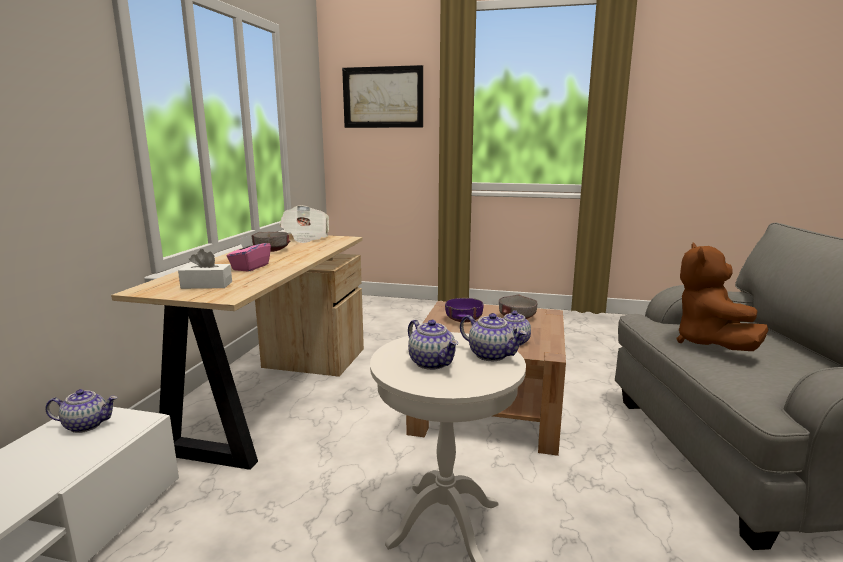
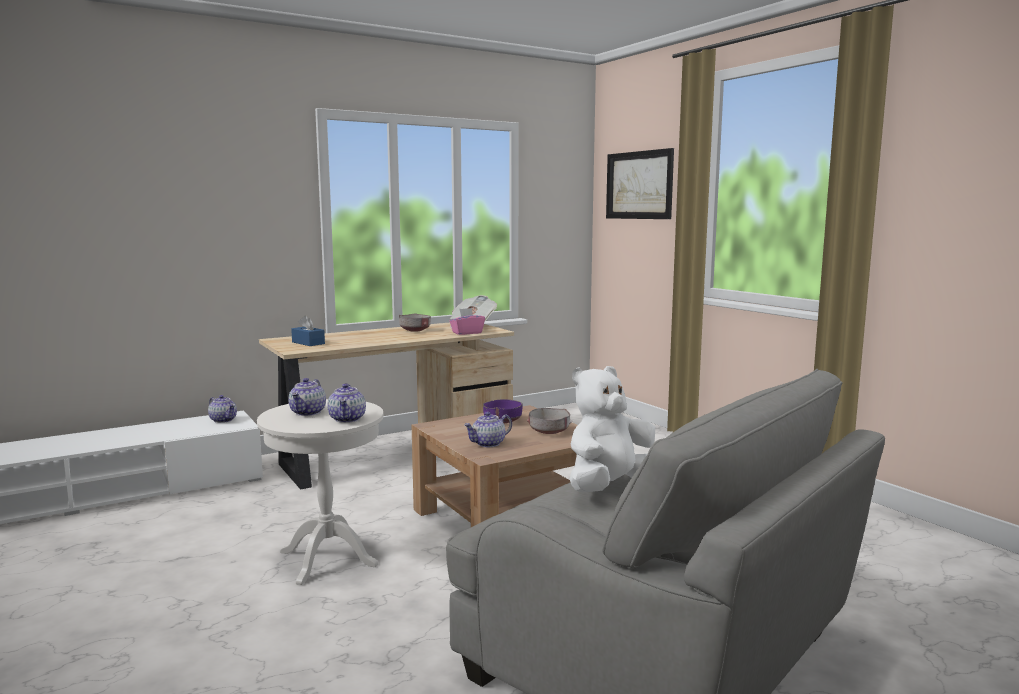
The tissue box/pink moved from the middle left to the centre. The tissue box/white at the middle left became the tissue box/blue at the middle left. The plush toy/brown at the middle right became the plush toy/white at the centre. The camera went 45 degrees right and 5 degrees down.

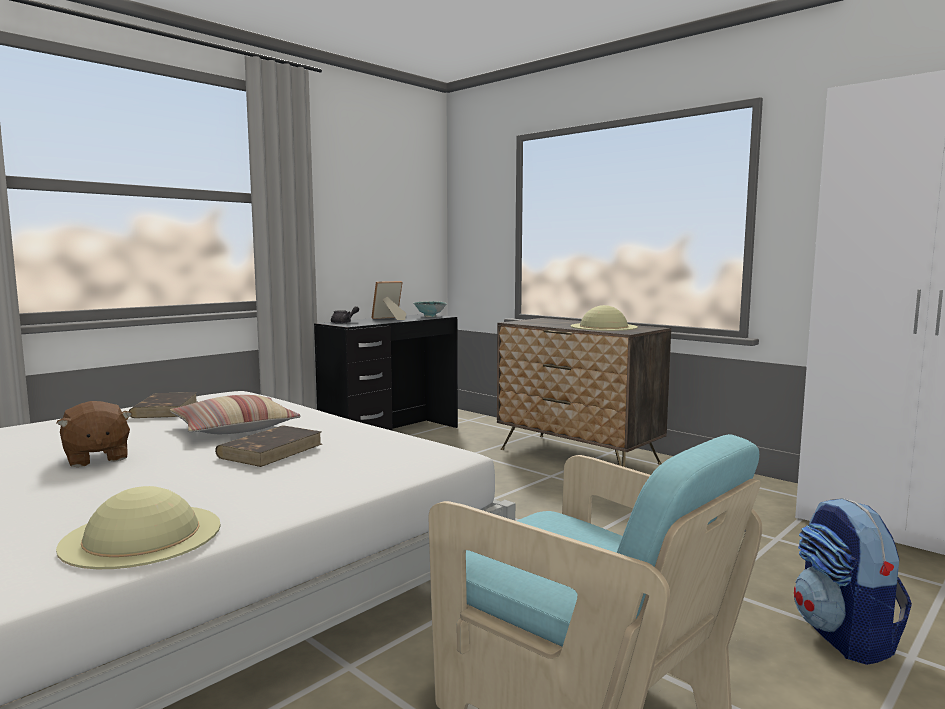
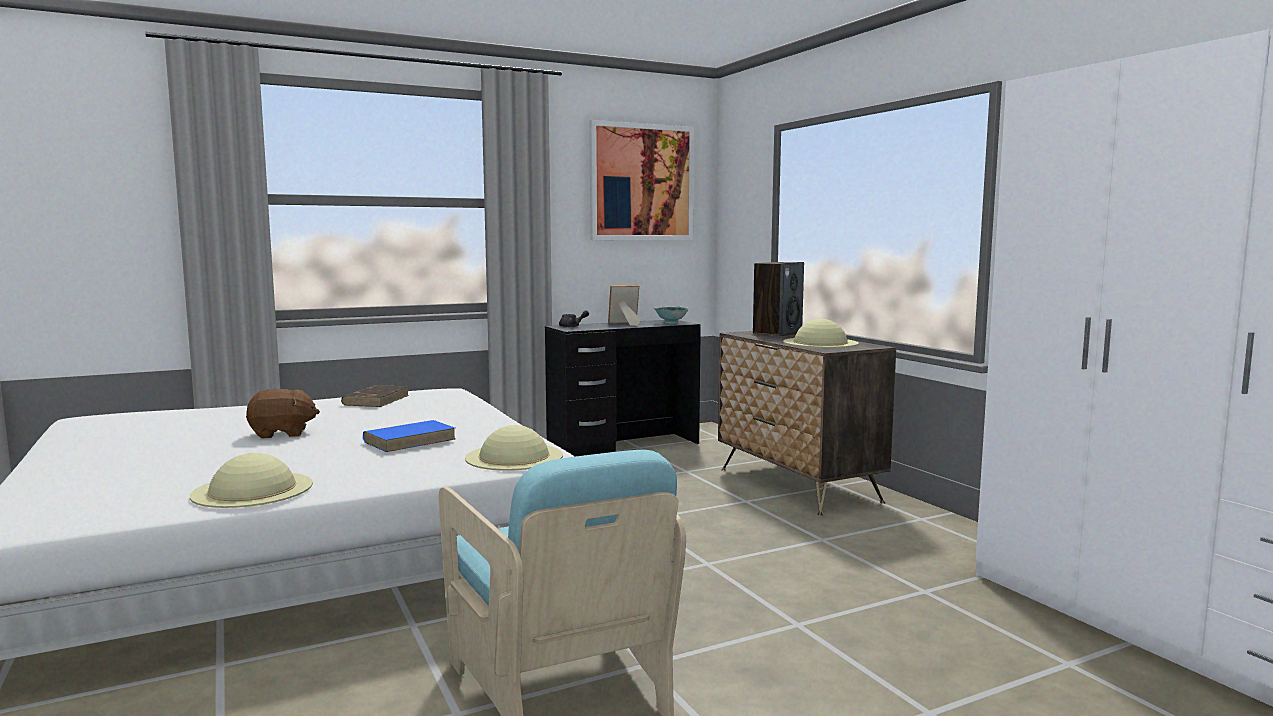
The pillow at the middle left disappeared. The backpack at the bottom right disappeared. The hat/beige (2nd from left) at the centre appeared. The picture at the top centre appeared. The speaker at the centre appeared. The book/brown (2nd from left) at the middle left became the book/blue at the middle left. The plush toy/brown at the middle left turned 90 degrees counterclockwise. The camera went 20 degrees right and 0 degrees up.

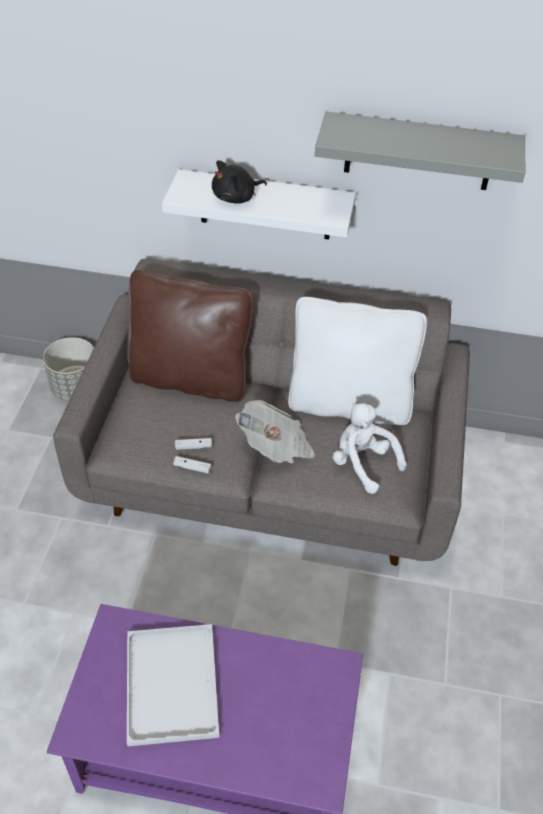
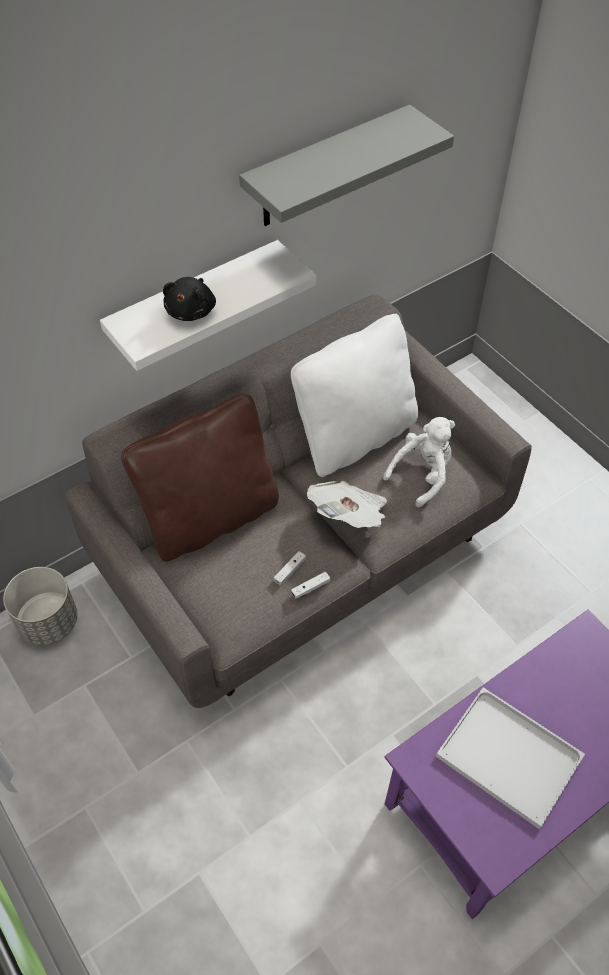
The plush toy/white at the middle right turned 135 degrees clockwise. The camera went 45 degrees left and 5 degrees up.

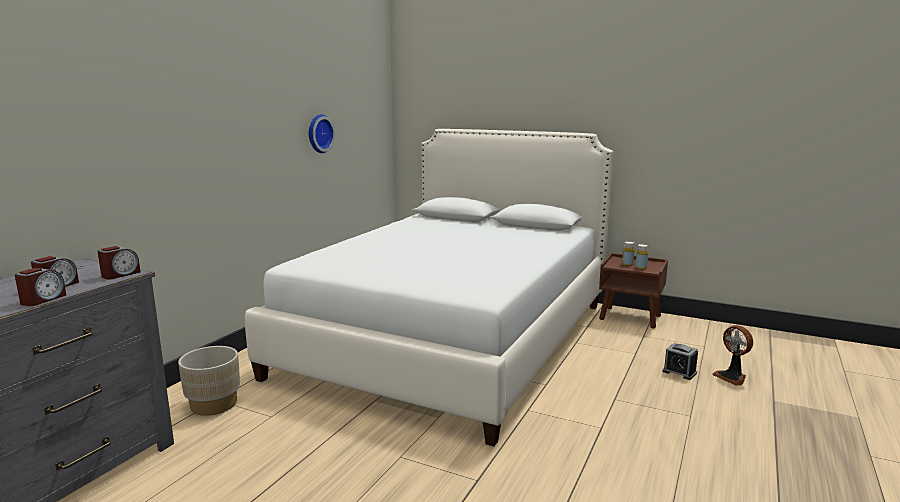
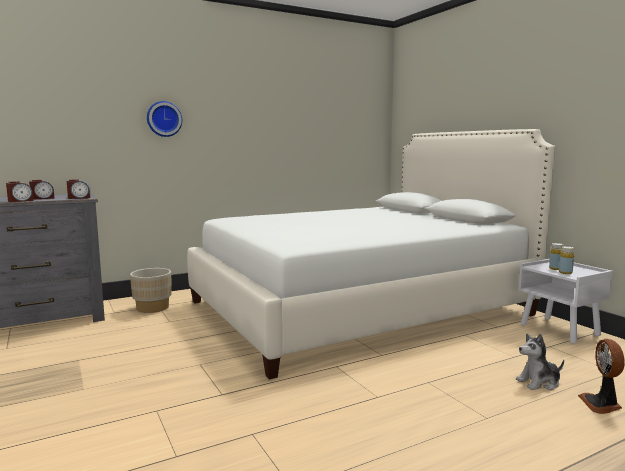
The wall clock moved from the top centre to the top left. The alarm clock (4th from left) at the bottom right was replaced by the plush toy at the bottom right. The nightstand/brown at the middle right became the nightstand/white at the middle right. The camera went 35 degrees right and 5 degrees down.

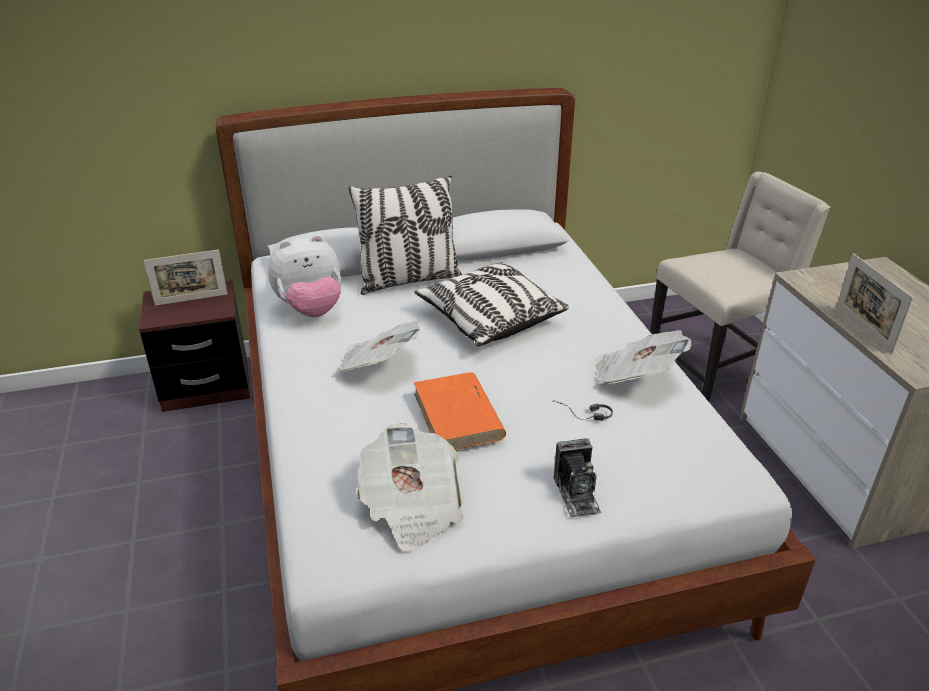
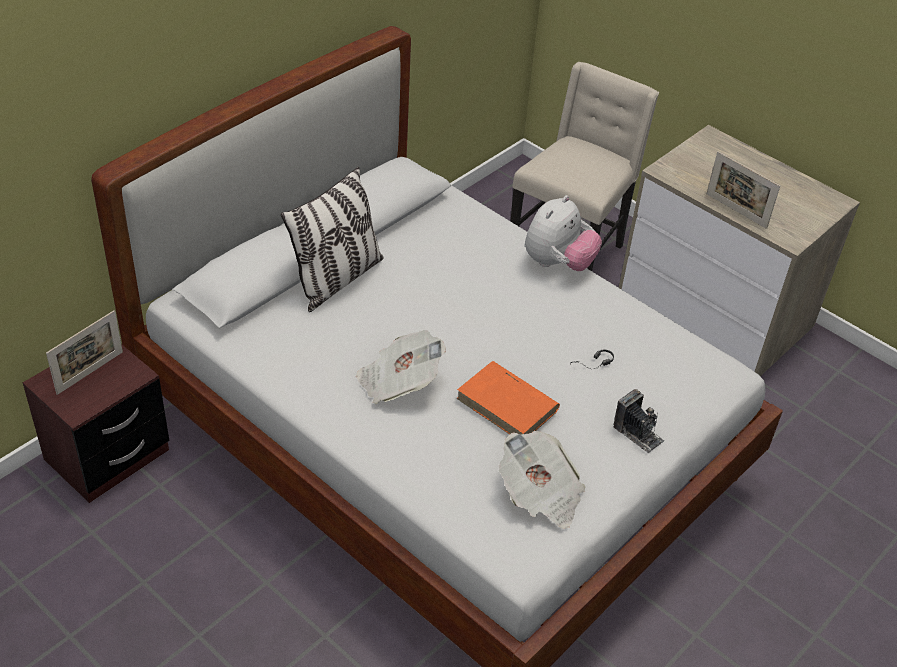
The pillow (2nd from left) at the centre disappeared. The newspaper (3rd from left) at the middle right disappeared. The plush toy moved from the middle left to the centre. The camera went 35 degrees left and 10 degrees up.

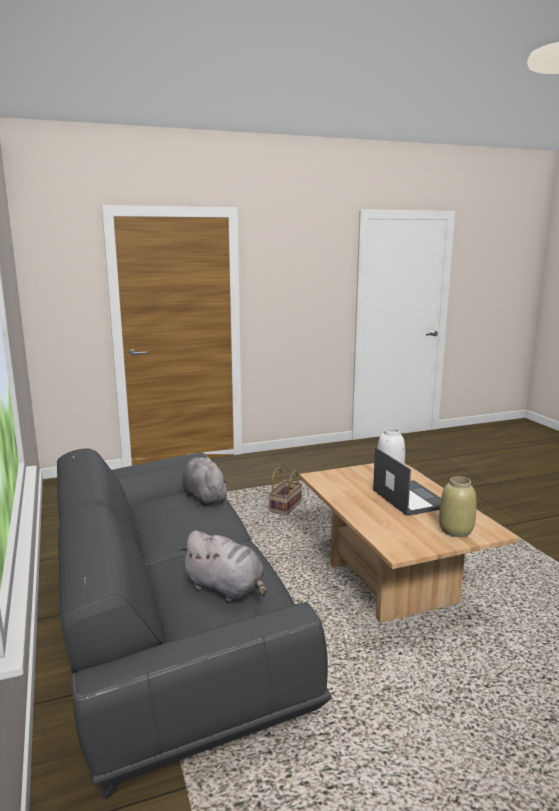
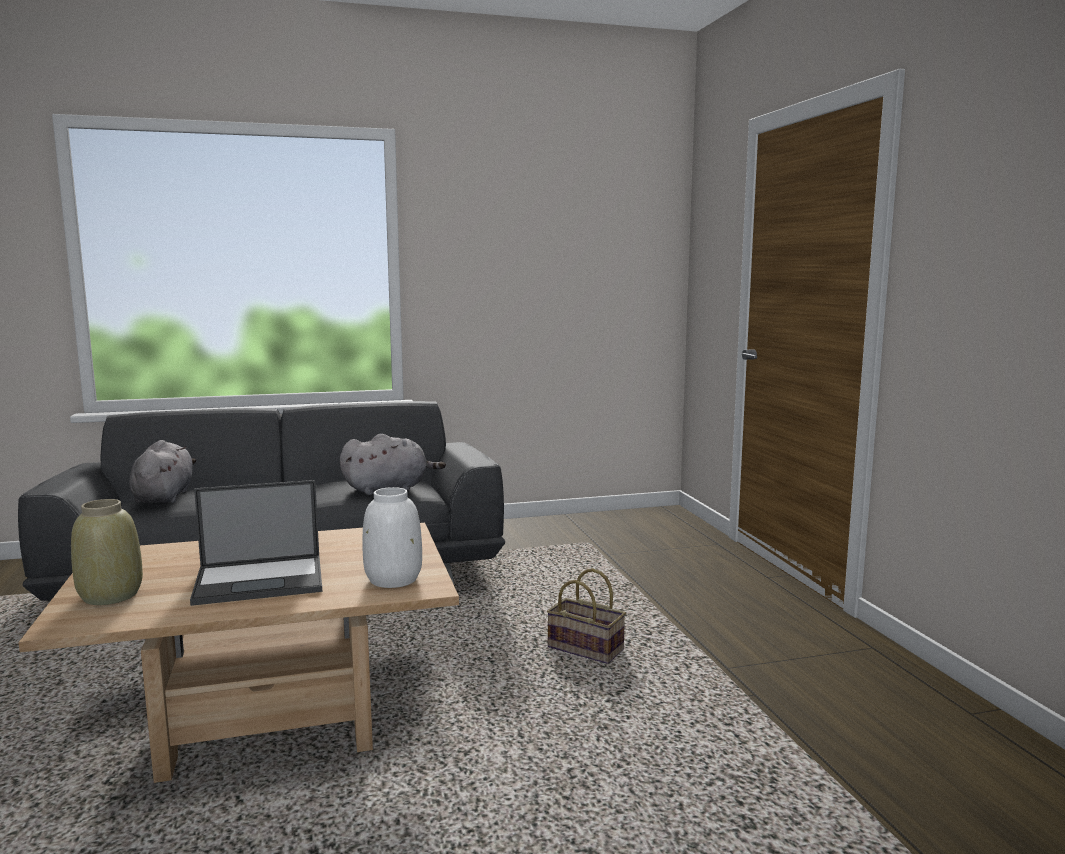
The plush toy/grey (2nd from left in the first image) at the bottom centre turned 135 degrees clockwise. The camera went 95 degrees right and 5 degrees down.

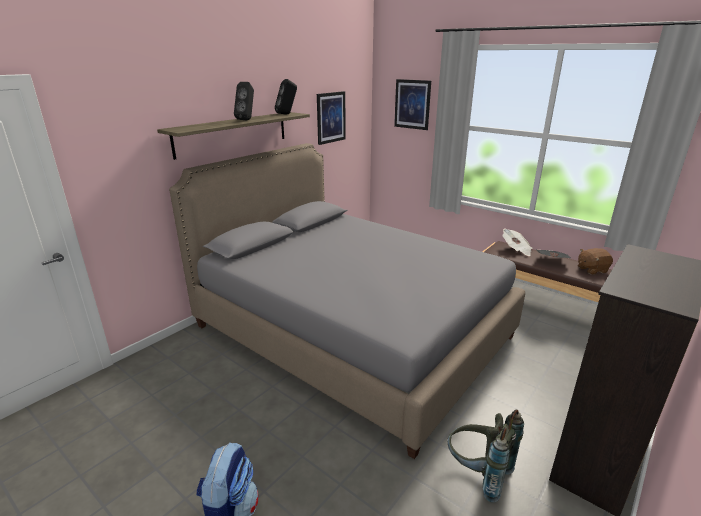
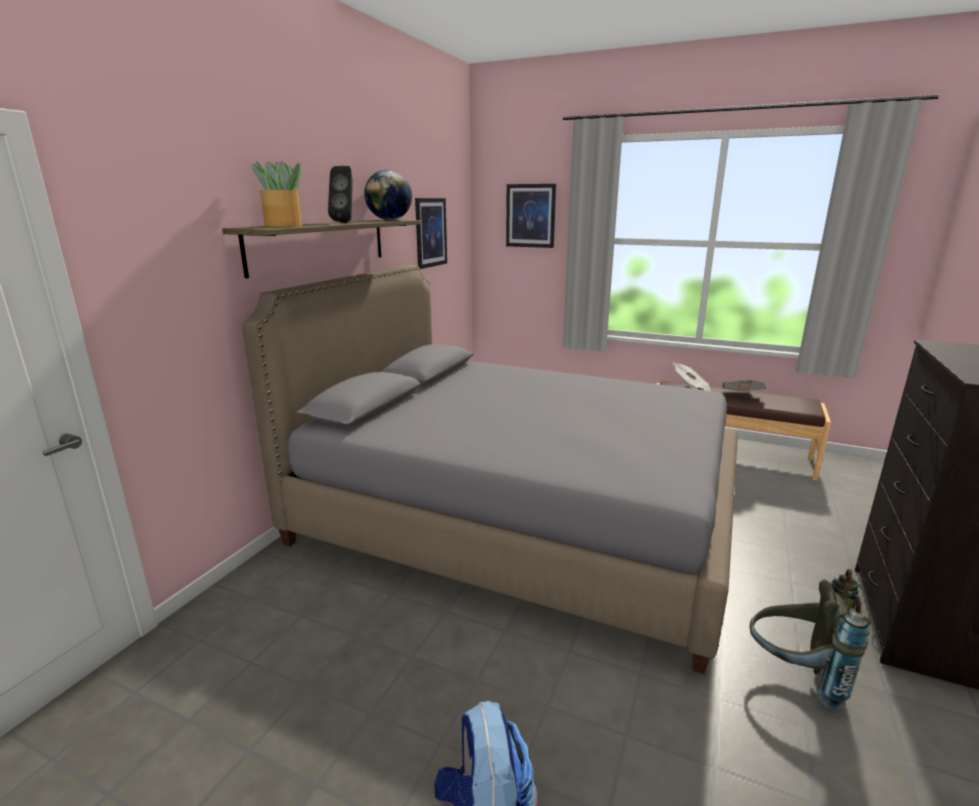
The plush toy/brown at the middle right disappeared. The potted plant at the top left appeared. The speaker/black (2nd from left) at the top centre was replaced by the globe at the top centre. The camera went 15 degrees left and 5 degrees down.

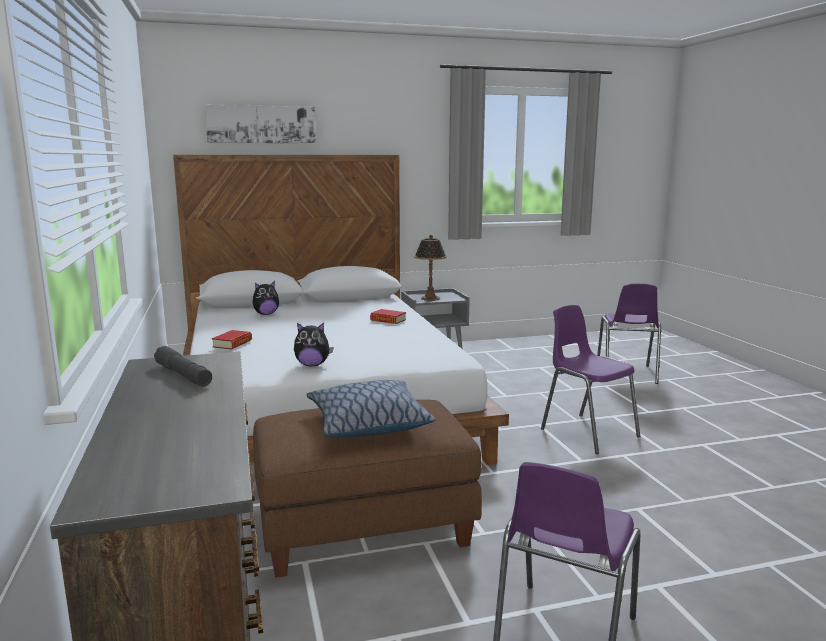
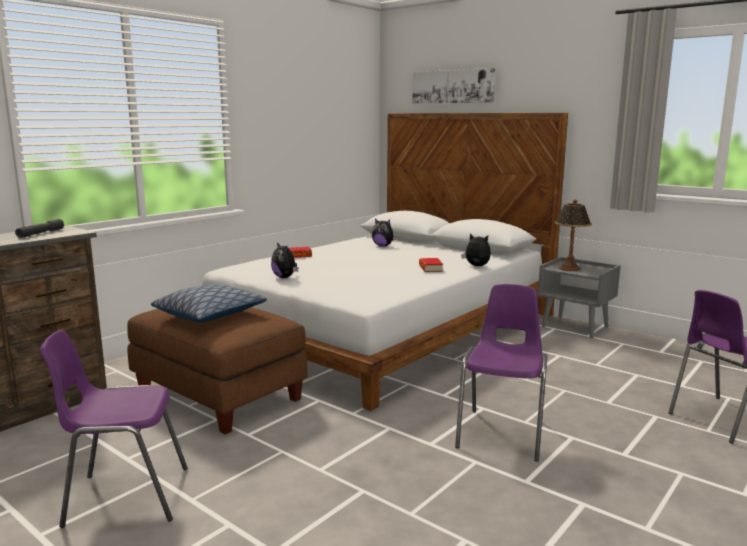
The plush toy (3rd from left) at the centre appeared. The camera went 55 degrees right and 0 degrees up.

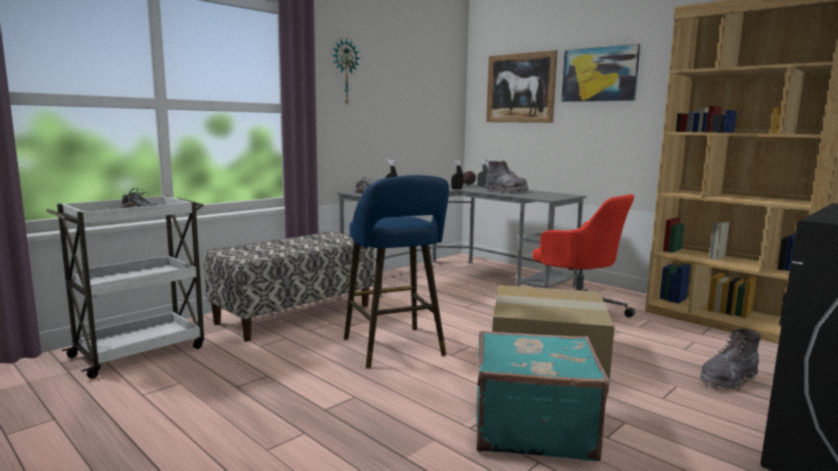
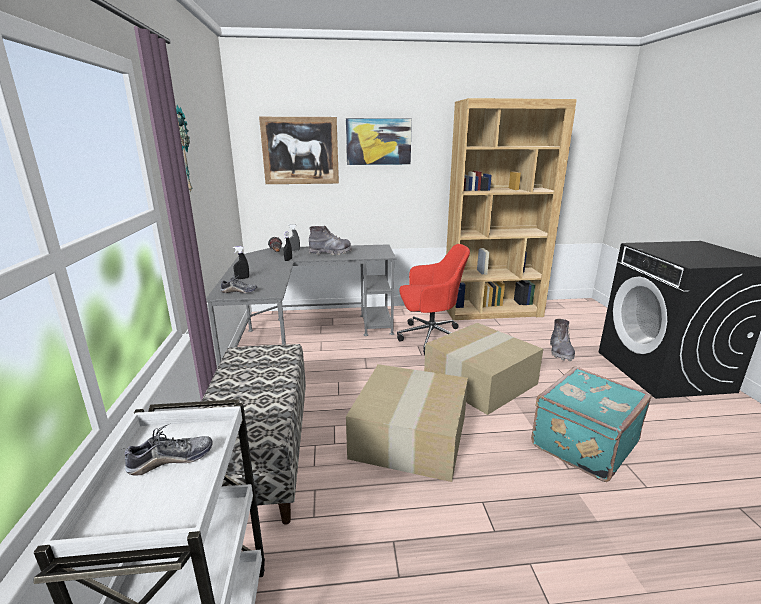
The stool/blue at the centre was replaced by the cardboard box (1st from left) at the bottom centre. The camera went 50 degrees left and 10 degrees up.

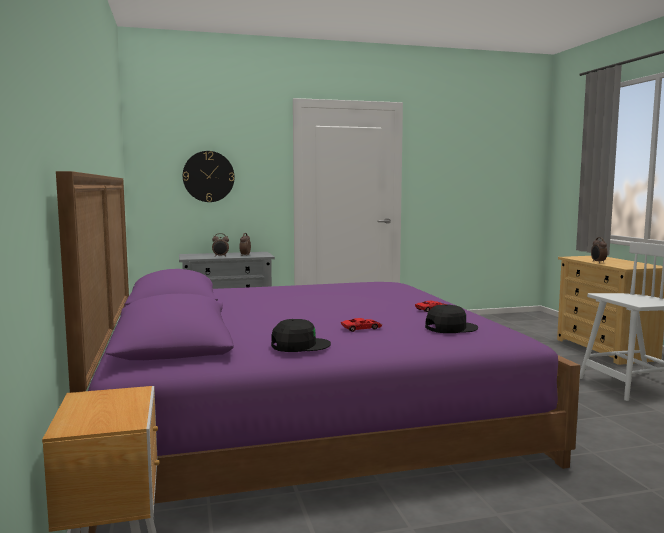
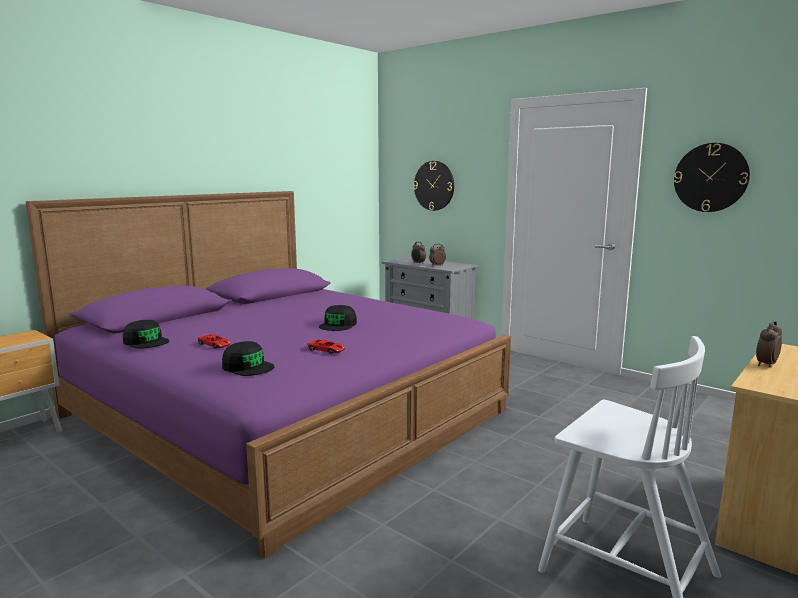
The cap/black (3rd from left) at the centre appeared. The wall clock (2nd from left) at the top right appeared. The camera went 55 degrees right and 5 degrees up.

